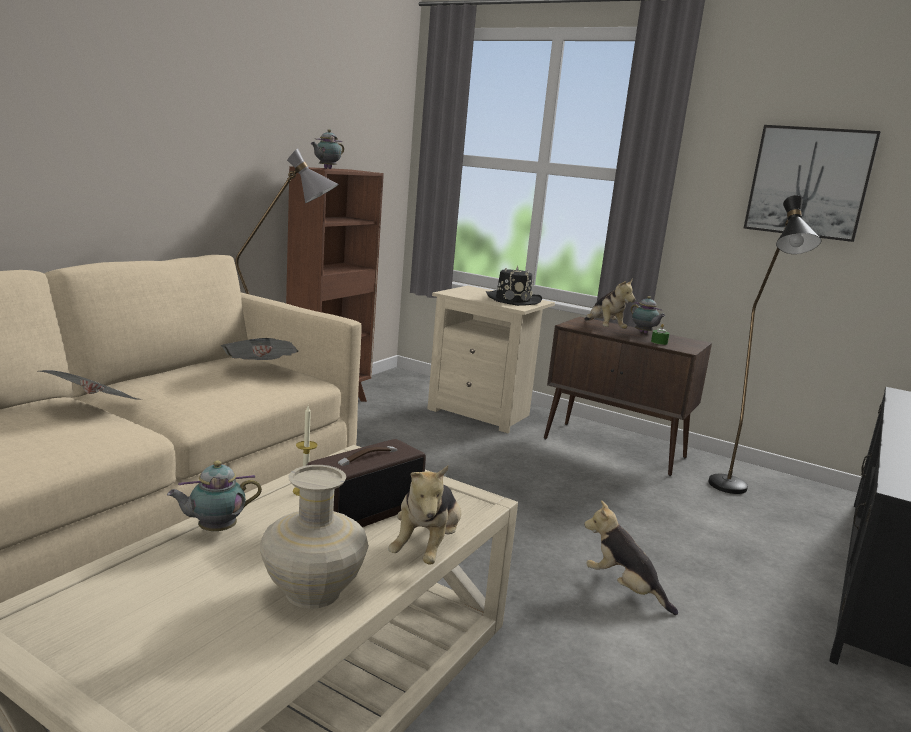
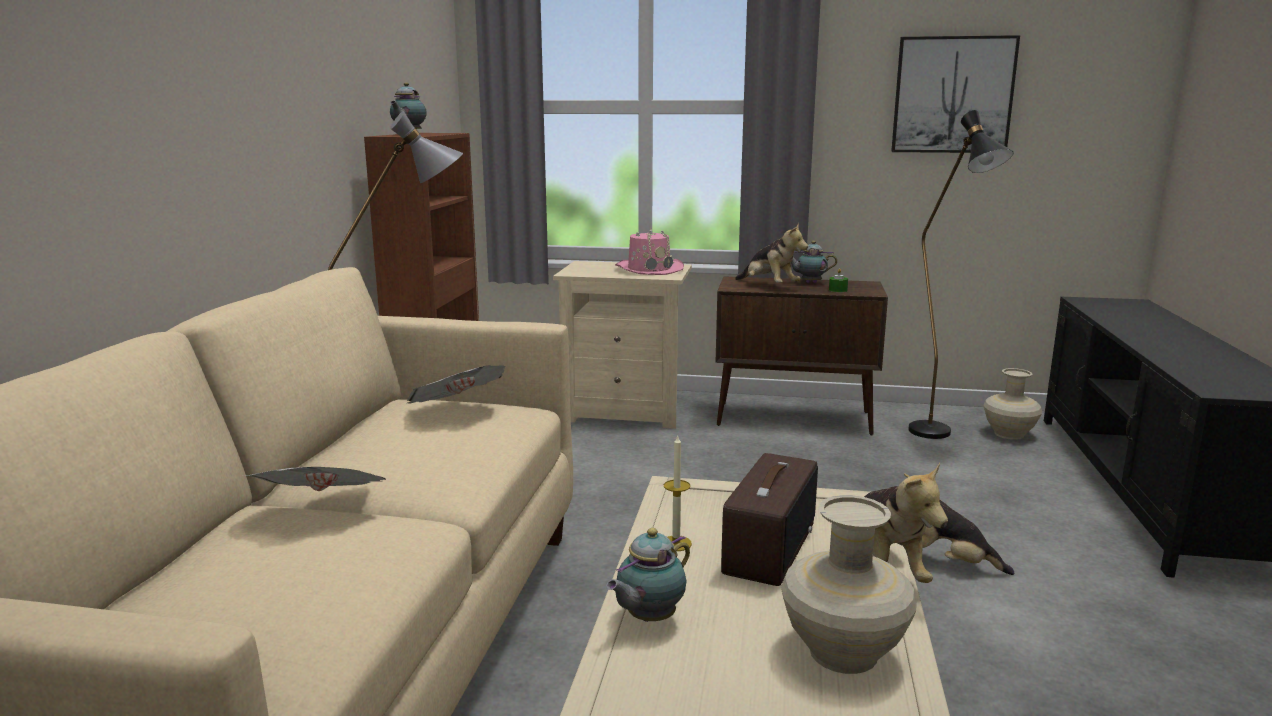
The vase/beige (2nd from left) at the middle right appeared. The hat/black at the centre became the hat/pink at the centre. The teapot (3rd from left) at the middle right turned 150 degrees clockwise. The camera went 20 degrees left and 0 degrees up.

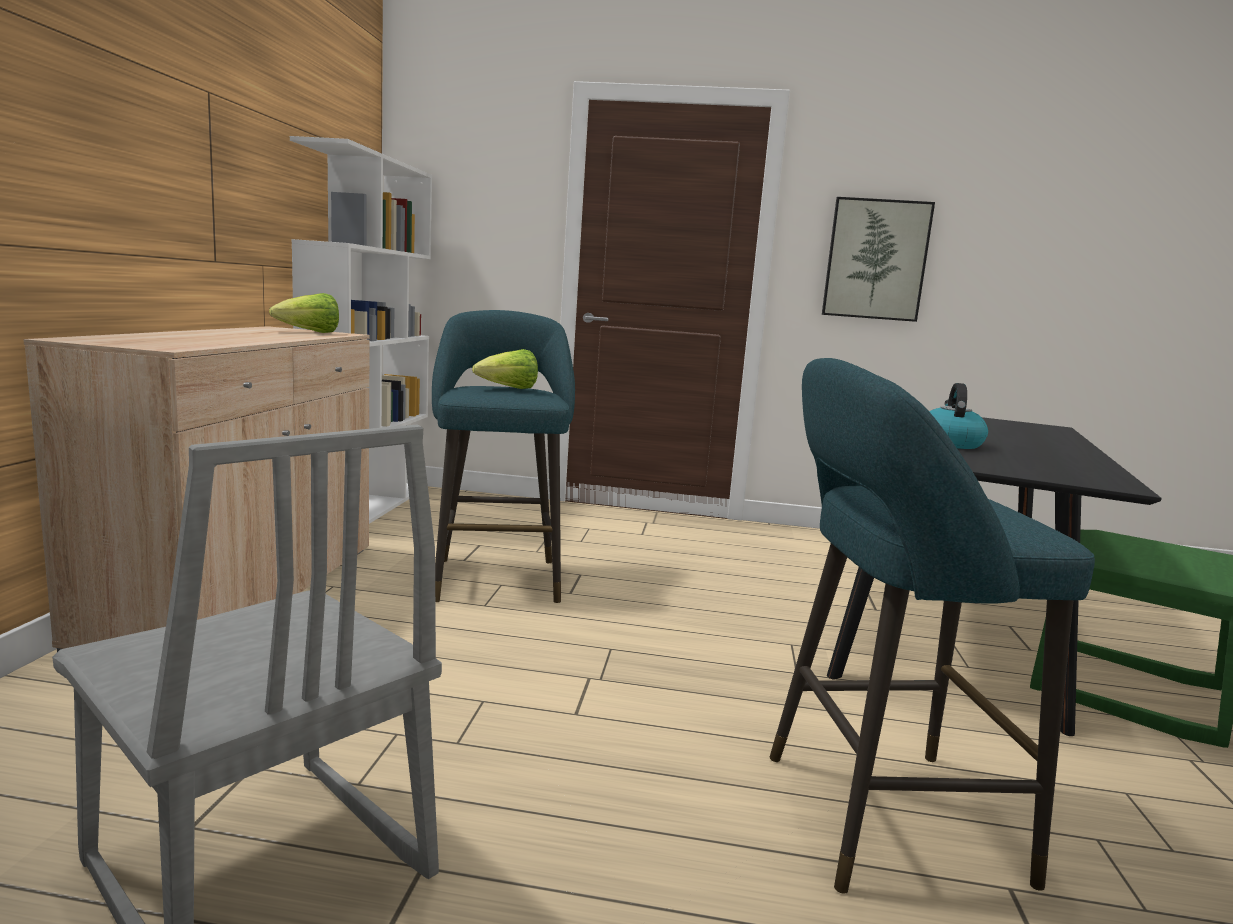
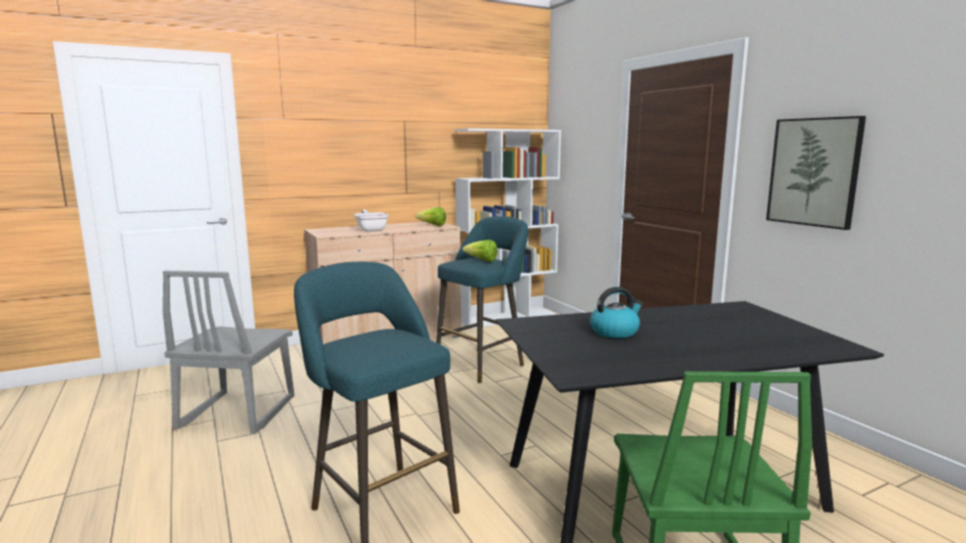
The frying pan at the centre appeared. The camera went 55 degrees right and 0 degrees up.

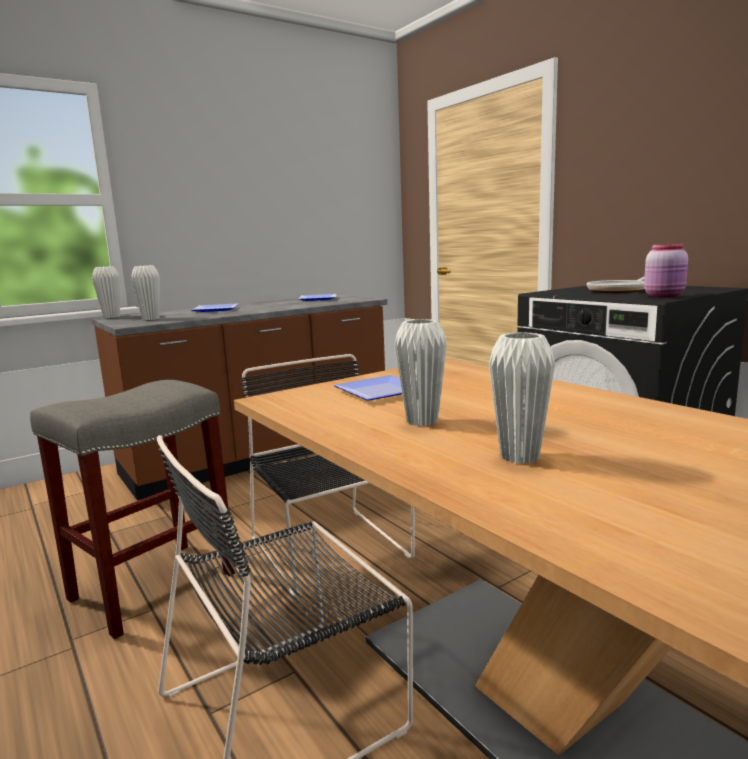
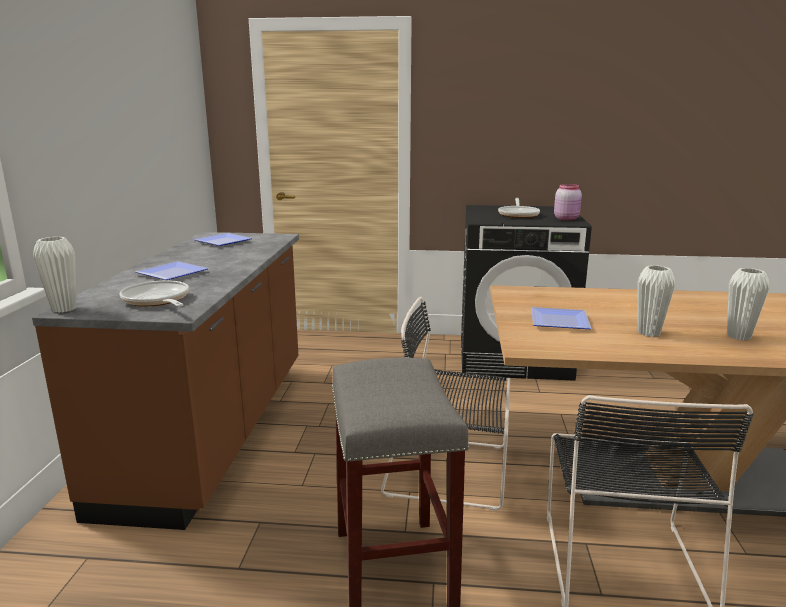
The vase/white (2nd from left) at the middle left was replaced by the frying pan (1st from left) at the middle left. The camera went 50 degrees left and 5 degrees up.

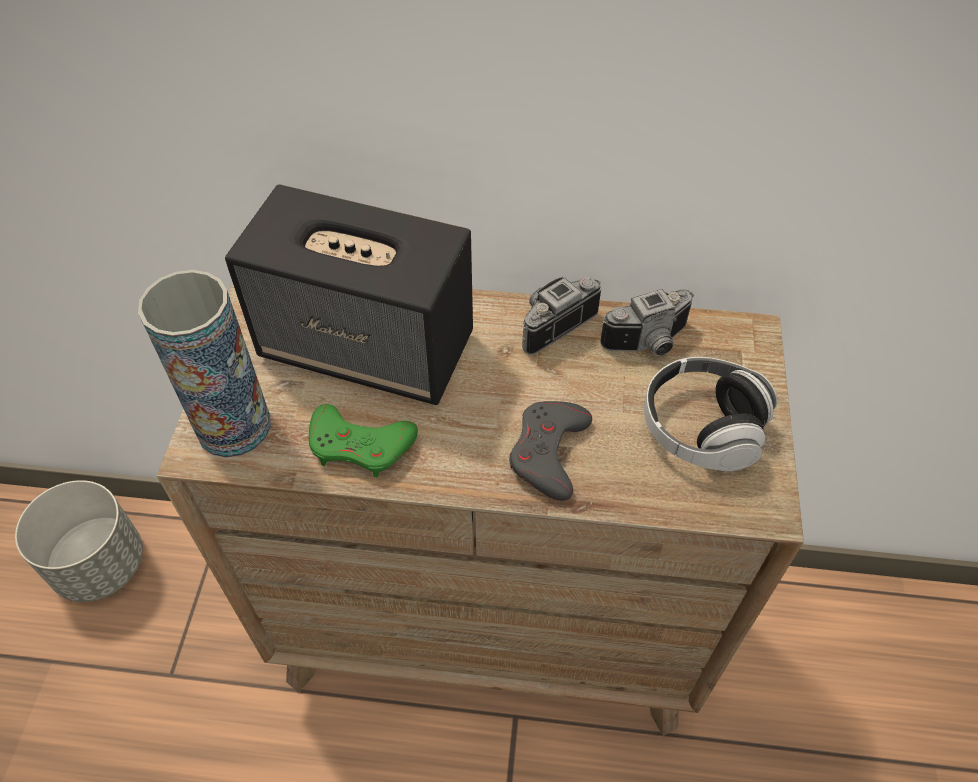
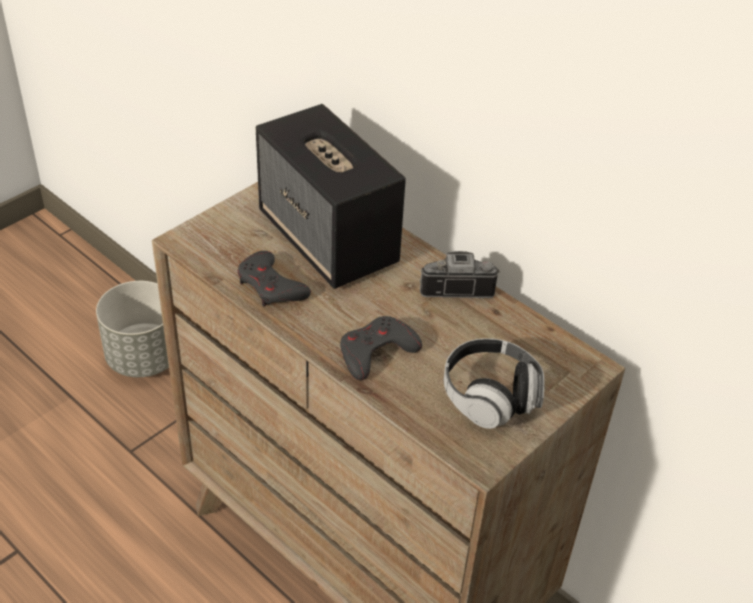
The vase at the middle left disappeared. The photo camera (2nd from left) at the centre disappeared. The game controller/green at the centre became the game controller/grey (1st from left) at the centre. The camera went 35 degrees right and 10 degrees down.

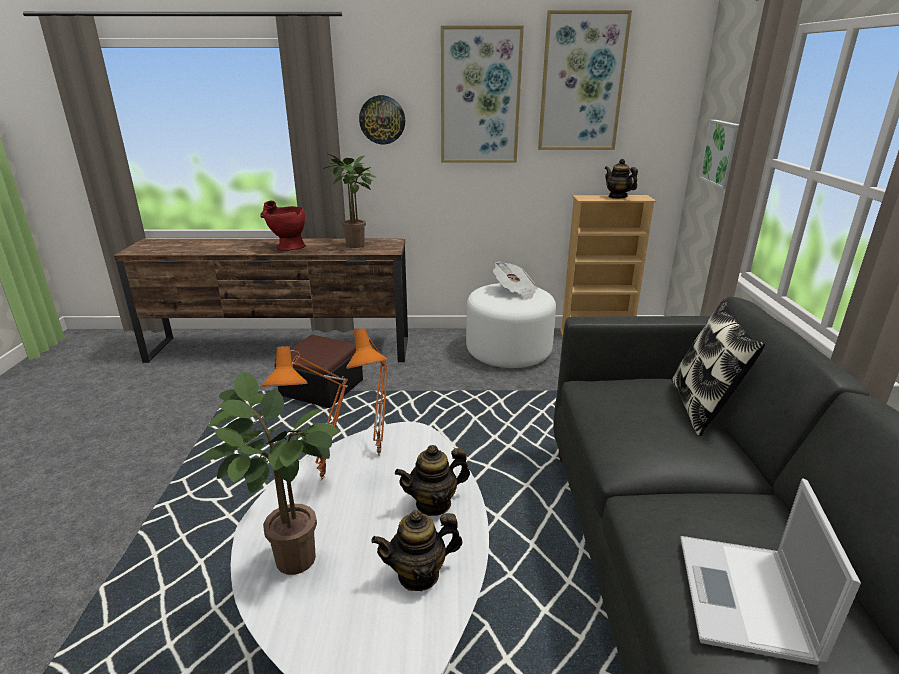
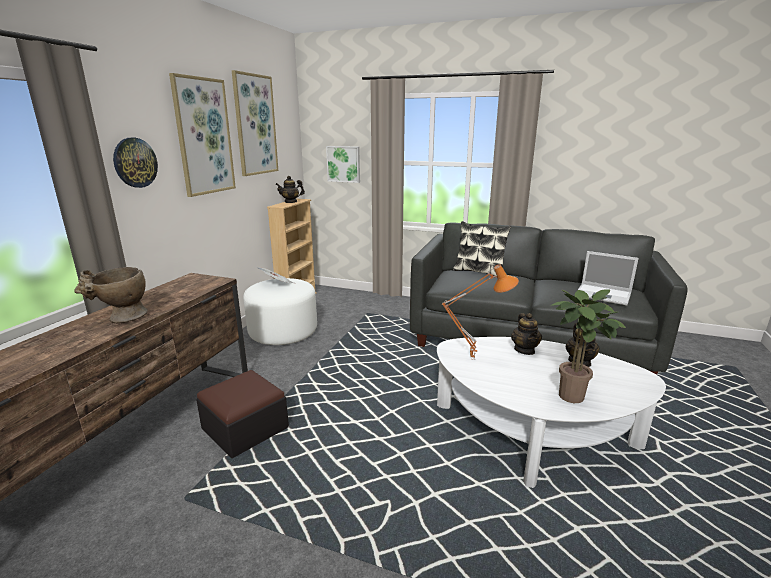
The table lamp/orange (1st from left) at the centre disappeared. The potted plant (2nd from left) at the top centre disappeared. The vase/red at the middle left became the vase/beige at the middle left. The camera went 70 degrees left and 5 degrees down.

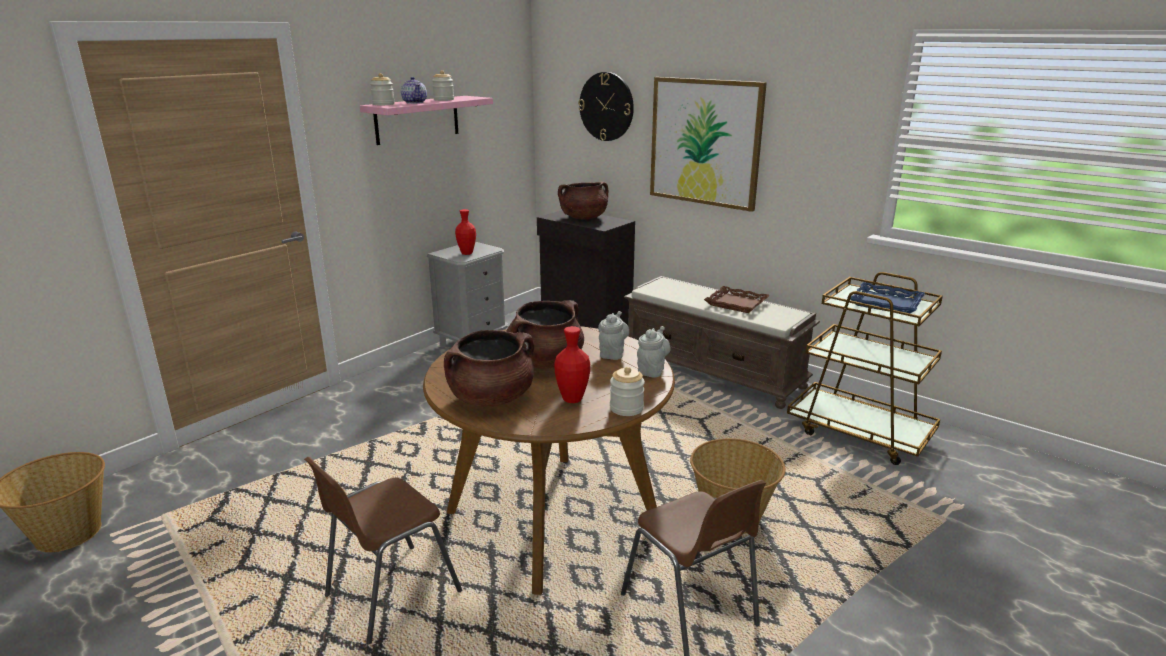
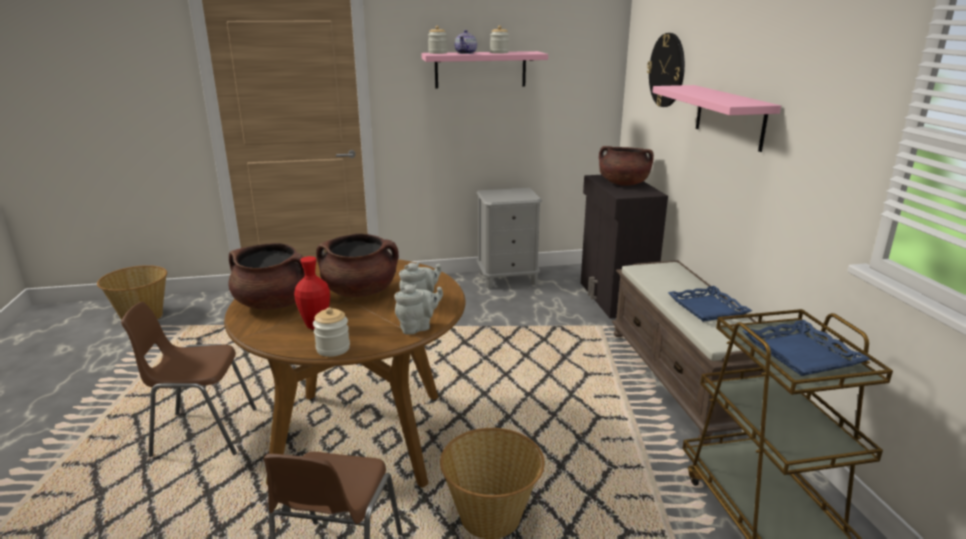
The vase/red (1st from left) at the centre disappeared. The picture at the top centre was replaced by the shelf/pink (2nd from left) at the top right. The tray/brown at the centre became the tray/blue (1st from left) at the middle right. The camera went 40 degrees right and 0 degrees up.

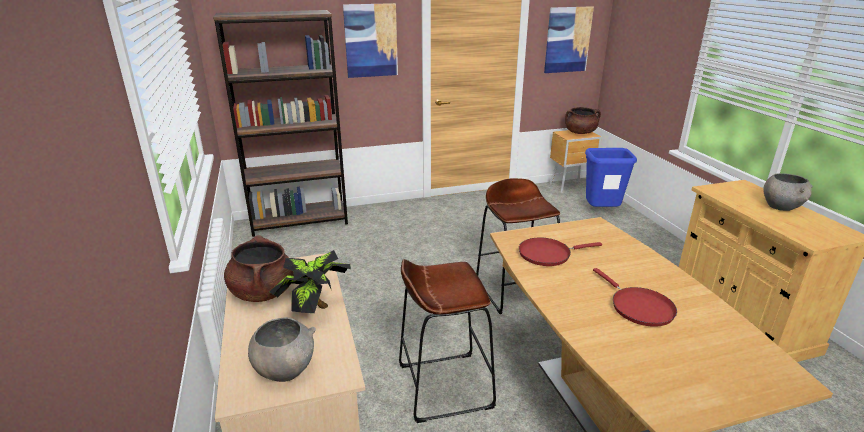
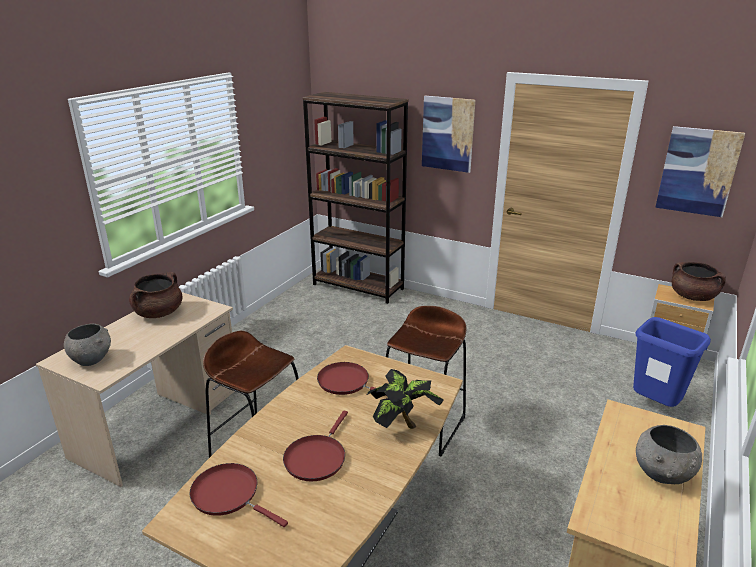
The frying pan/red (1st from left) at the bottom left appeared. The potted plant moved from the centre to the bottom centre. The camera went 45 degrees right and 0 degrees up.

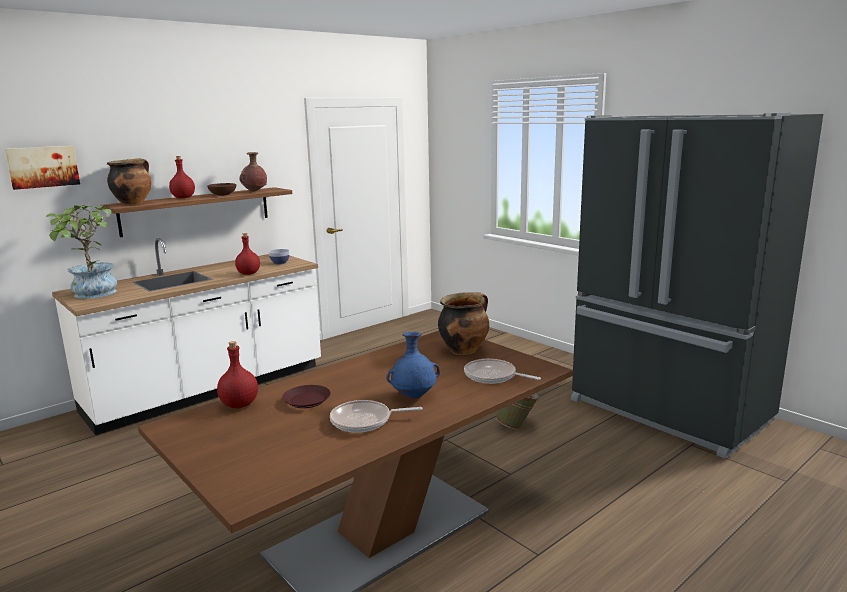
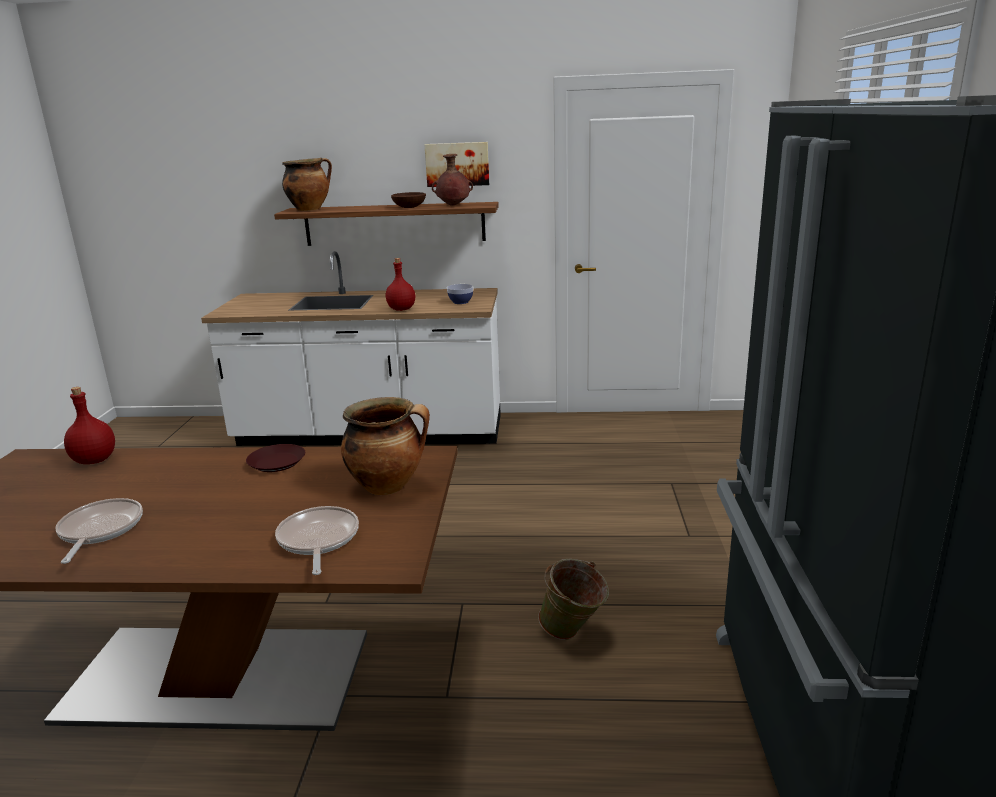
The potted plant at the middle left disappeared. The bottle/red (1st from left) at the top left disappeared. The vase/blue at the centre disappeared. The picture moved from the top left to the top centre. The plate/brown moved from the bottom centre to the middle left. The frying pan (1st from left) at the bottom centre turned 45 degrees clockwise. The camera went 45 degrees right and 5 degrees up.

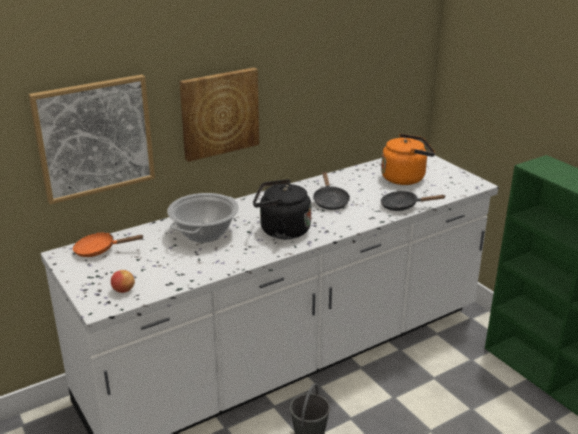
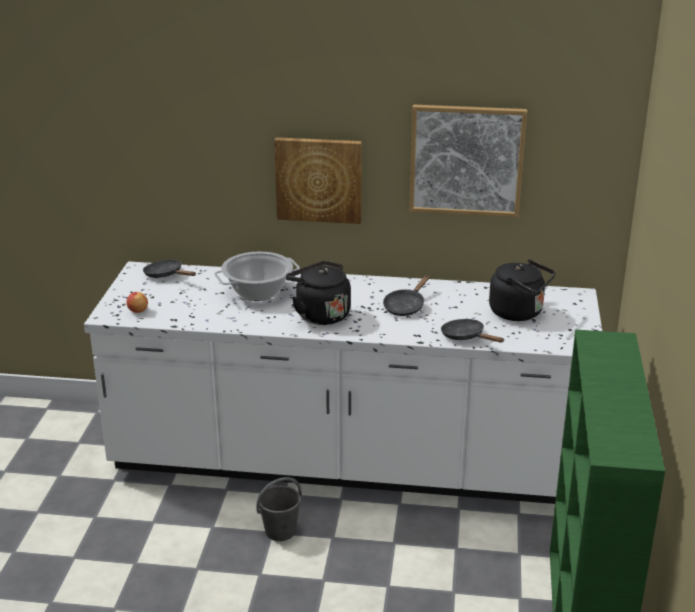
The picture (1st from left in the first image) moved from the top left to the top right. The frying pan/orange at the middle left became the frying pan/black (1st from left) at the middle left. The kettle/orange at the middle right became the kettle/black (2nd from left) at the middle right. The camera went 40 degrees right and 0 degrees up.

